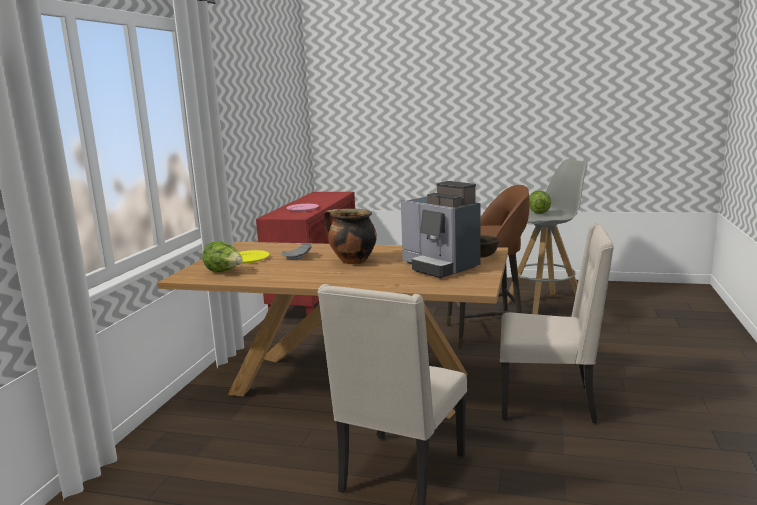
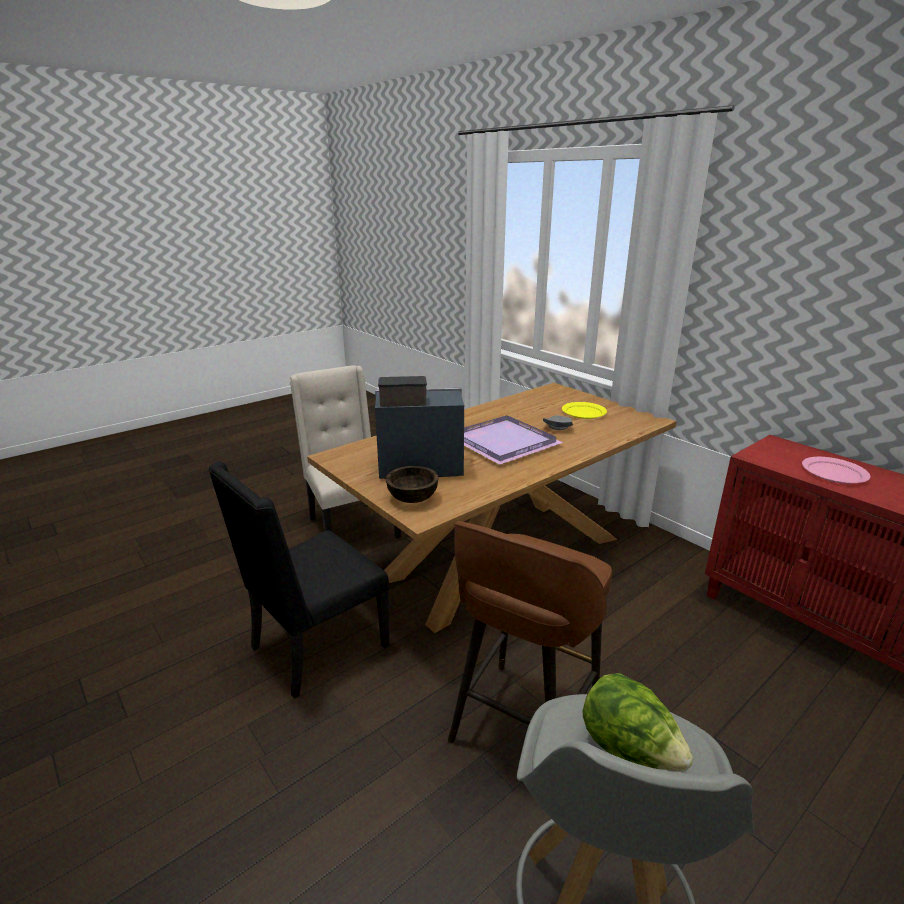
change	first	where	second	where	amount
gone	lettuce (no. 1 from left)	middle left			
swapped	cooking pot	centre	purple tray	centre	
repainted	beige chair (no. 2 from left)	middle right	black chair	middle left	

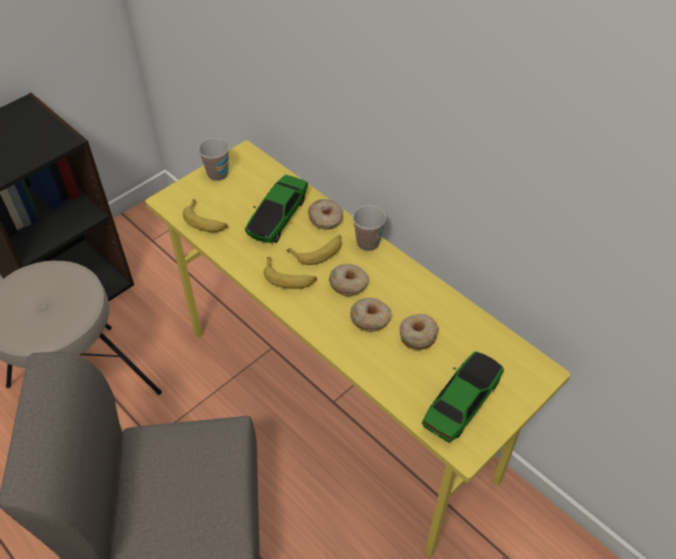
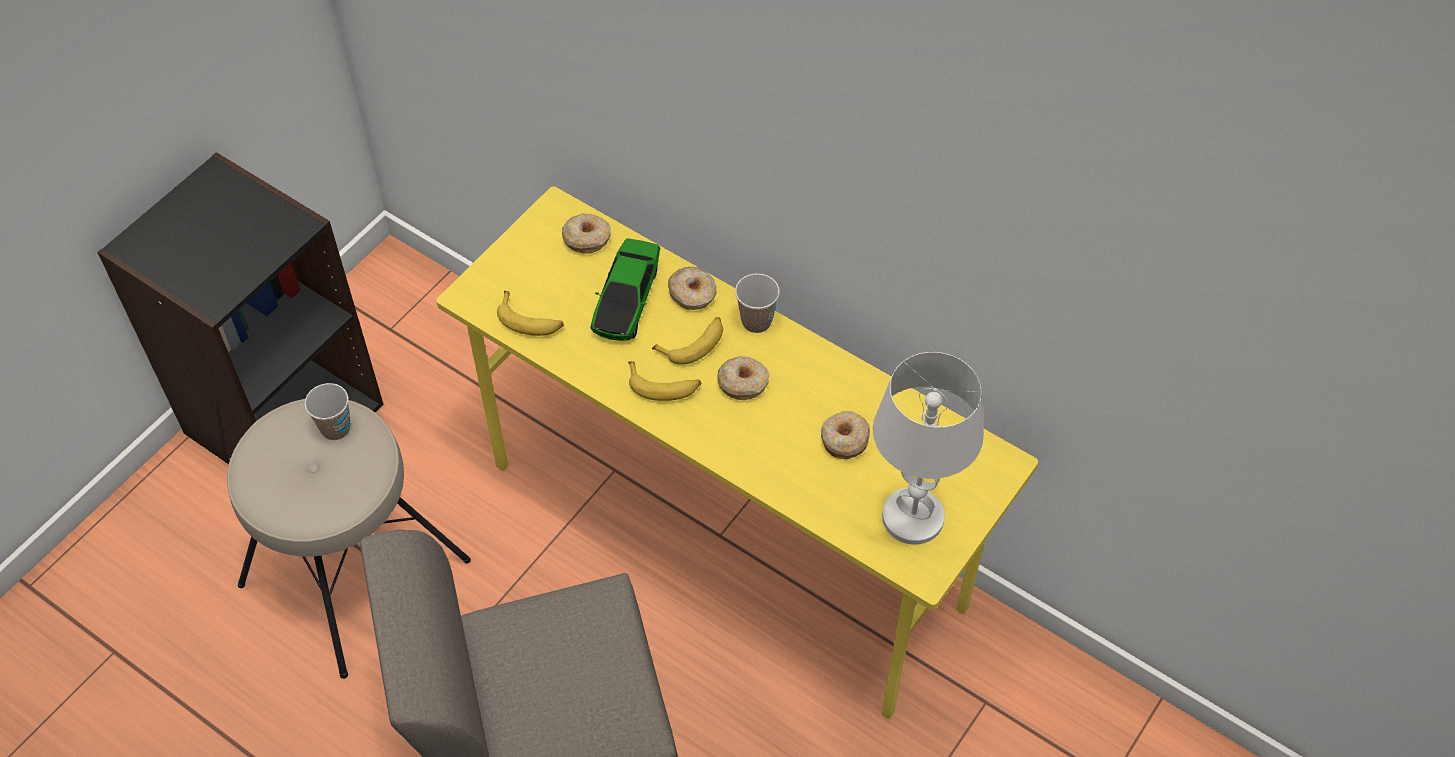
change	first	where	second	where	amount
shifted	cup (no. 1 from left)	top left		middle left	
shifted	donut (no. 3 from left in the first image)	centre	donut (no. 1 from left)	top centre	
swapped	toy car (no. 2 from left)	bottom right	white table lamp	centre	

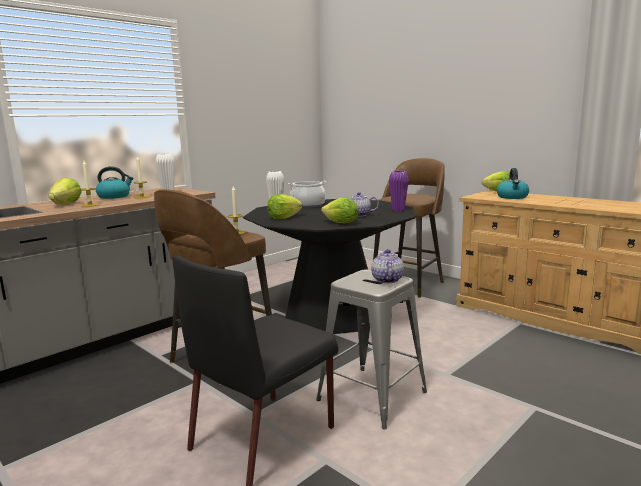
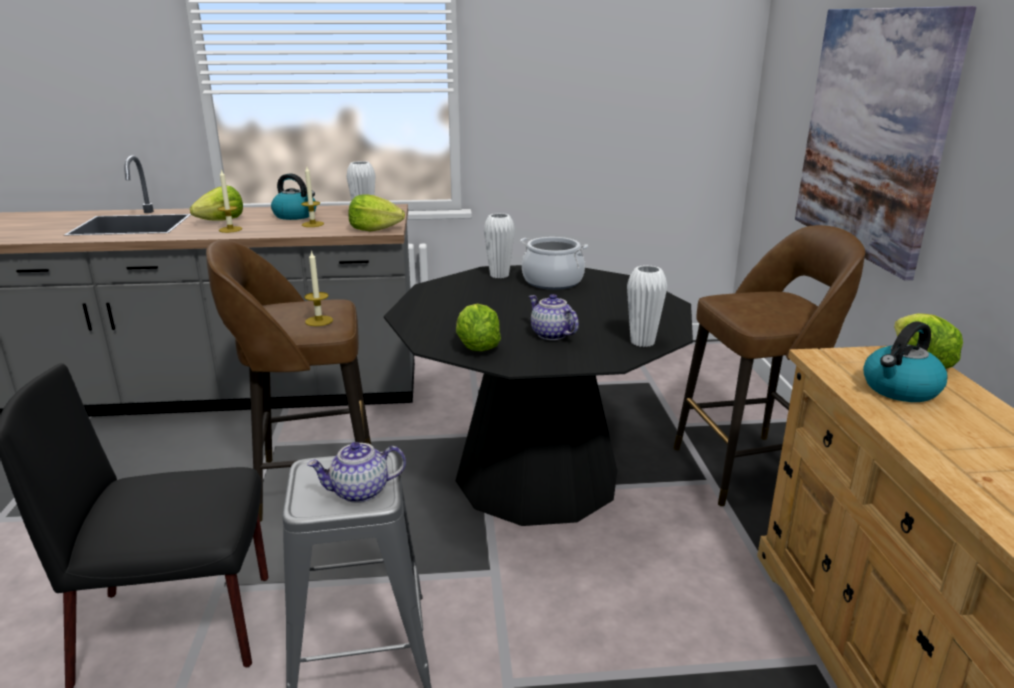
change	first	where	second	where	amount
new			picture	top right	
shifted	lettuce (no. 2 from left)	centre		top centre	
repainted	purple vase	centre	white vase (no. 3 from left)	centre	
rotated	teapot (no. 2 from left in the first image)	centre	teapot (no. 1 from left)	bottom centre	150 degrees counterclockwise

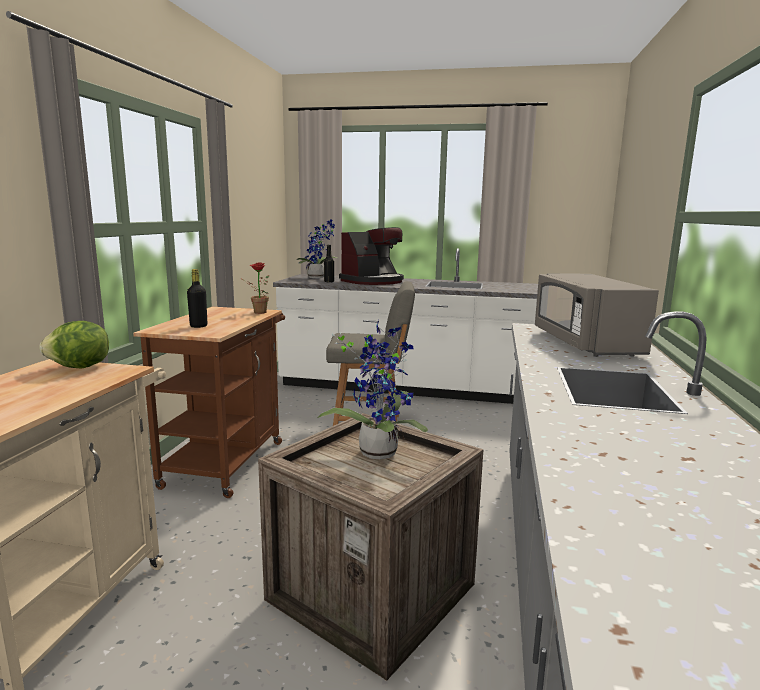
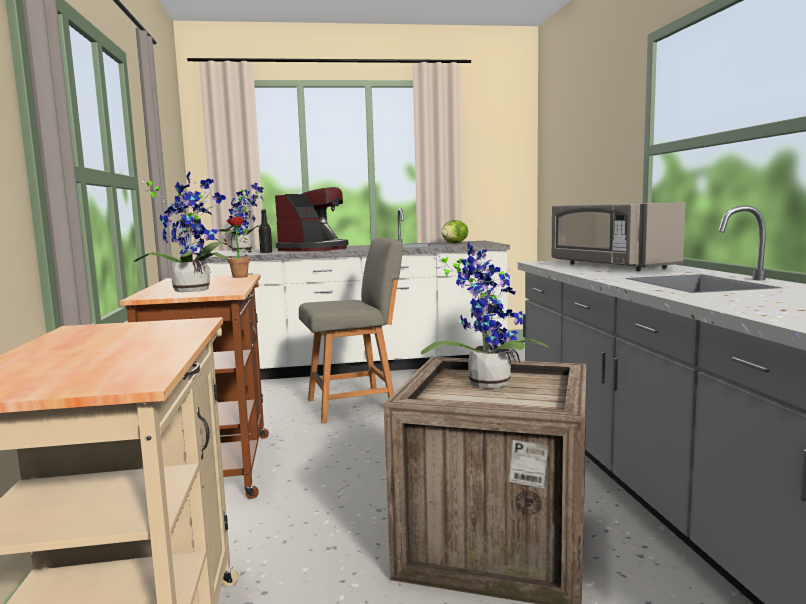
change	first	where	second	where	amount
shifted	lettuce	middle left		centre	
swapped	black bottle (no. 1 from left)	middle left	potted plant (no. 1 from left)	middle left	

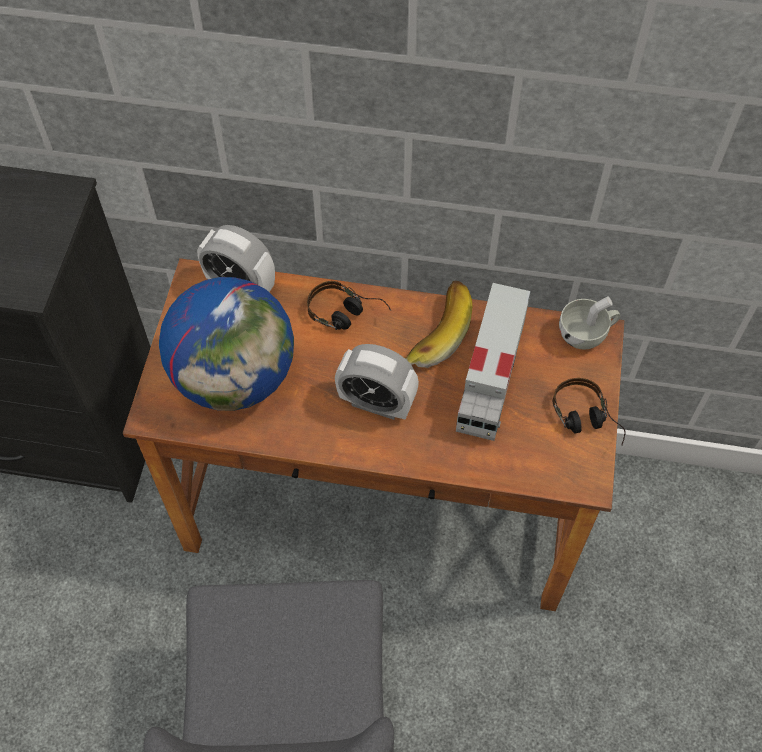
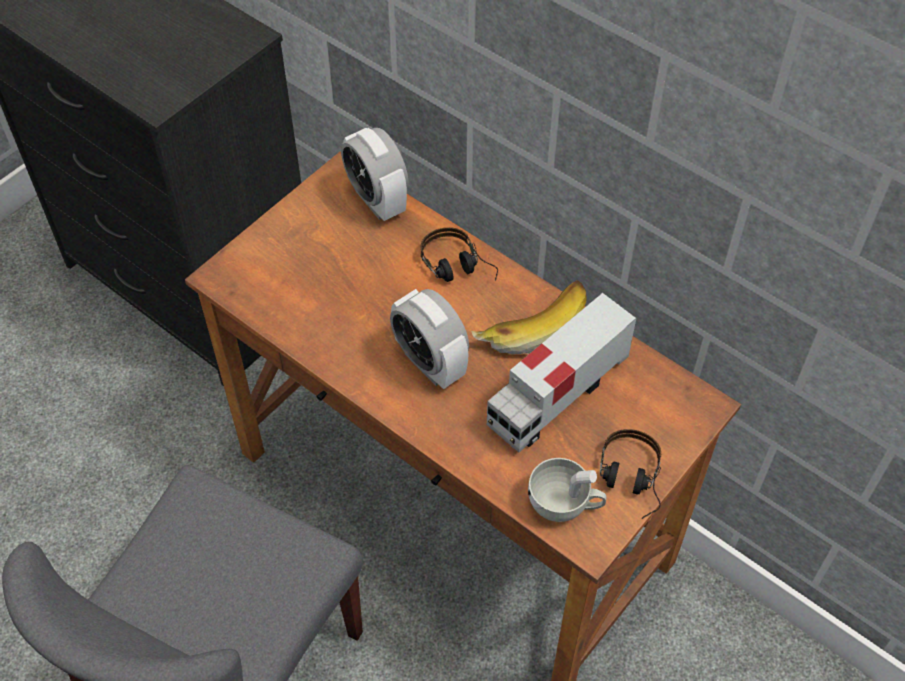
change	first	where	second	where	amount
gone	globe	middle left			
shifted	white cup	middle right		bottom centre	

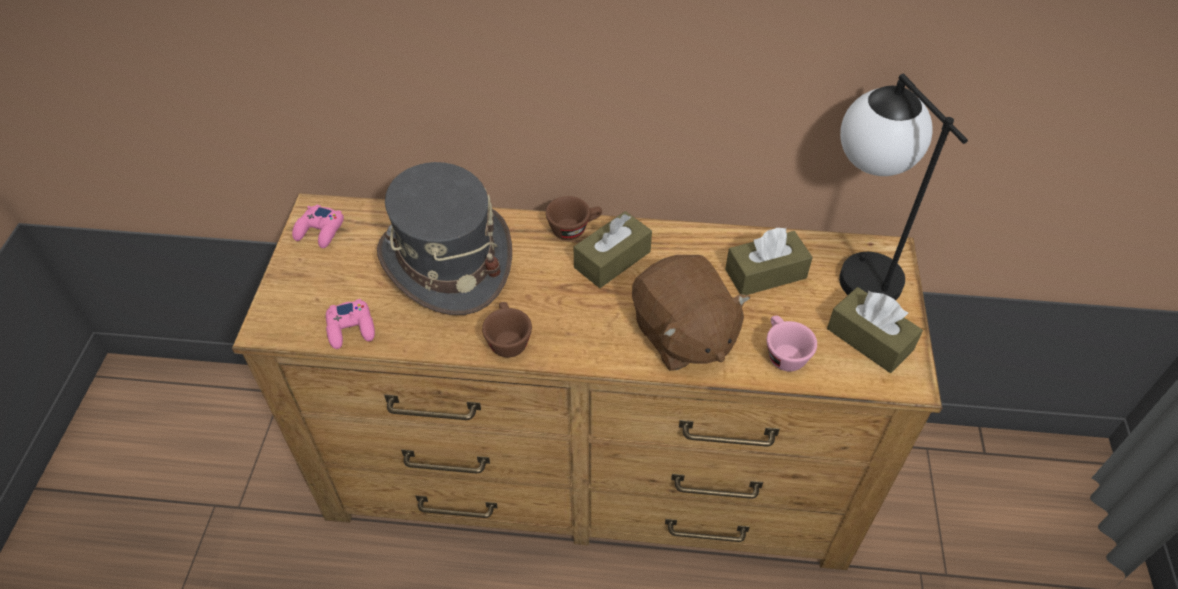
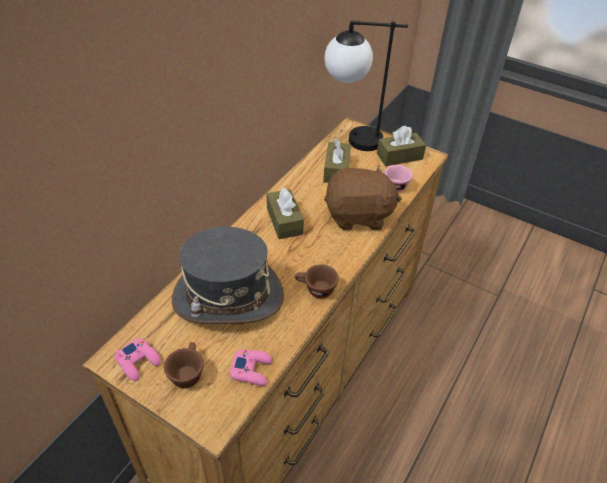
change	first	where	second	where	amount
shifted	brown cup (no. 2 from left in the first image)	centre	brown cup (no. 1 from left)	bottom left	

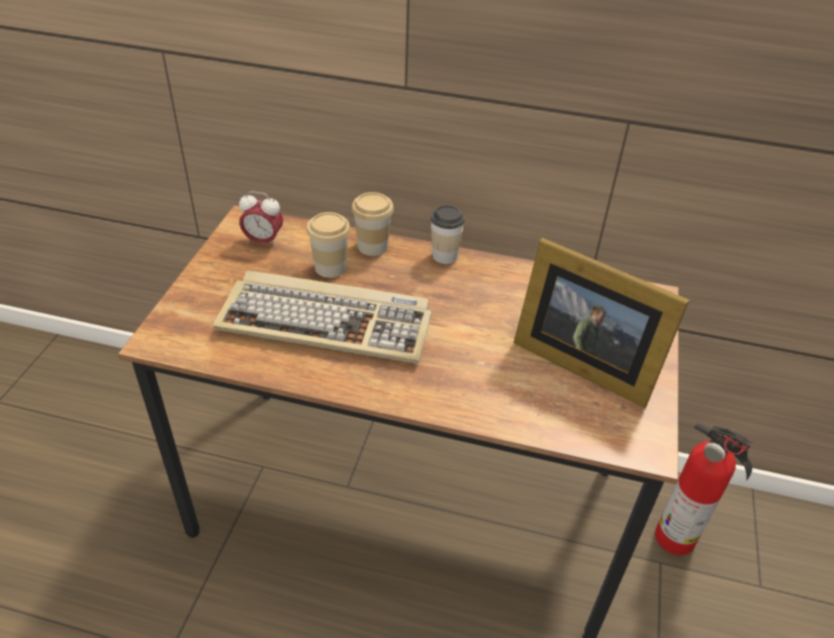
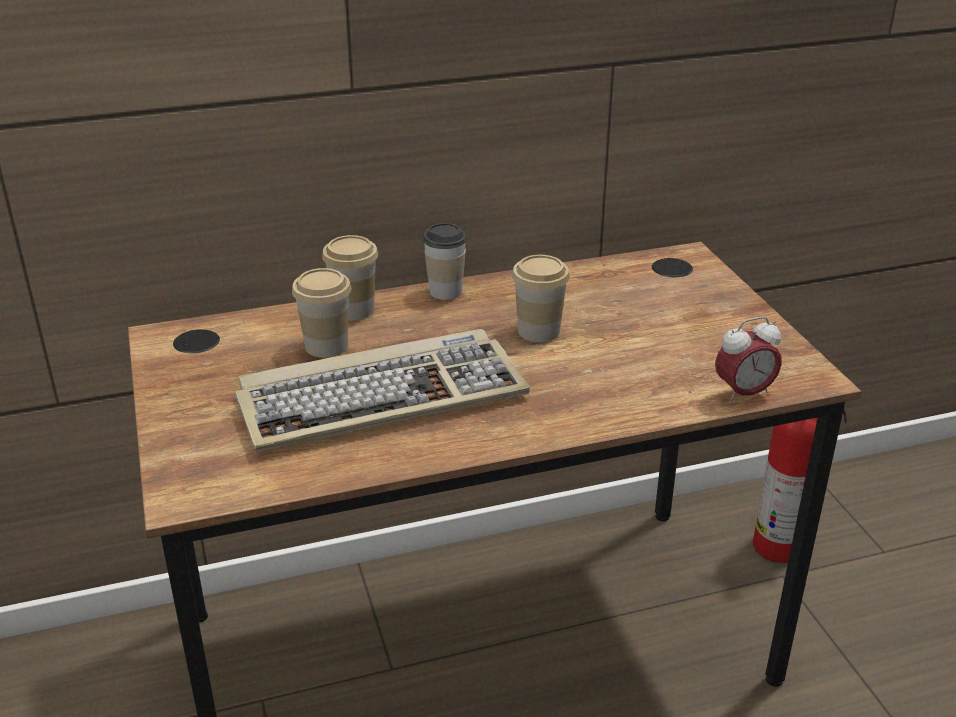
change	first	where	second	where	amount
gone	picture frame	middle right			
new			cup (no. 4 from left)	centre	
shifted	alarm clock	middle left		middle right	

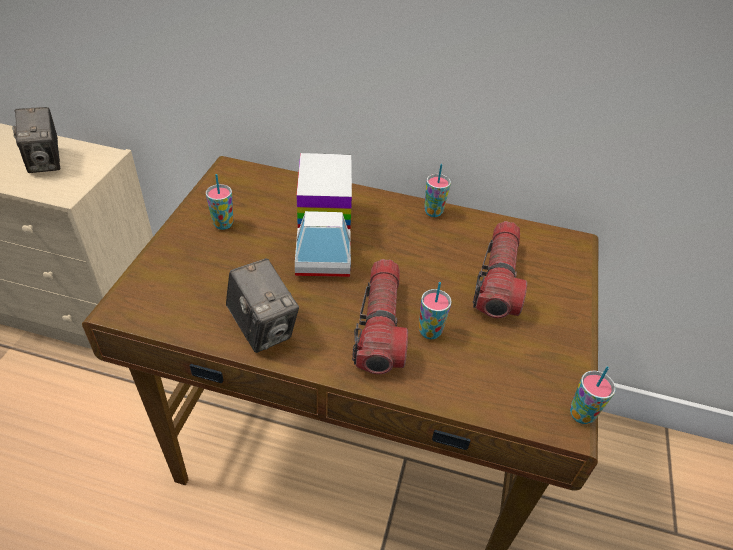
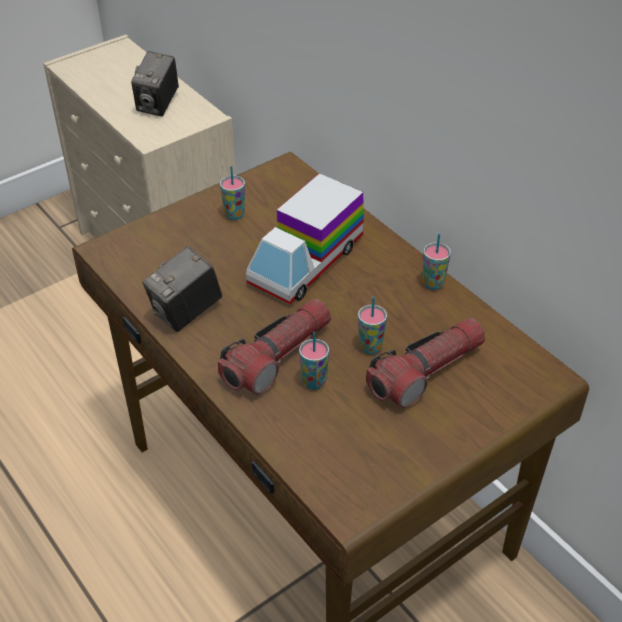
change	first	where	second	where	amount
shifted	cup (no. 4 from left in the first image)	bottom right	cup (no. 3 from left)	centre	
rotated	photo camera (no. 2 from left)	centre		middle left	45 degrees clockwise

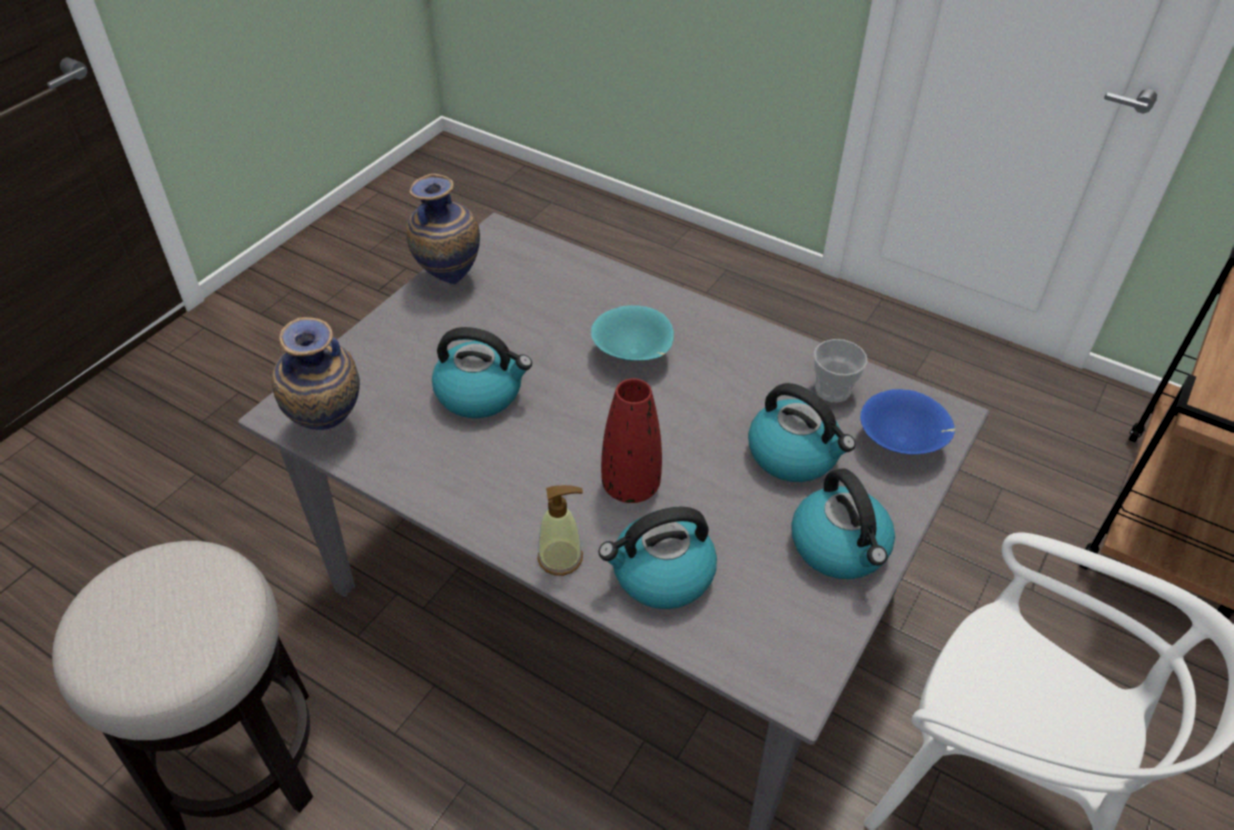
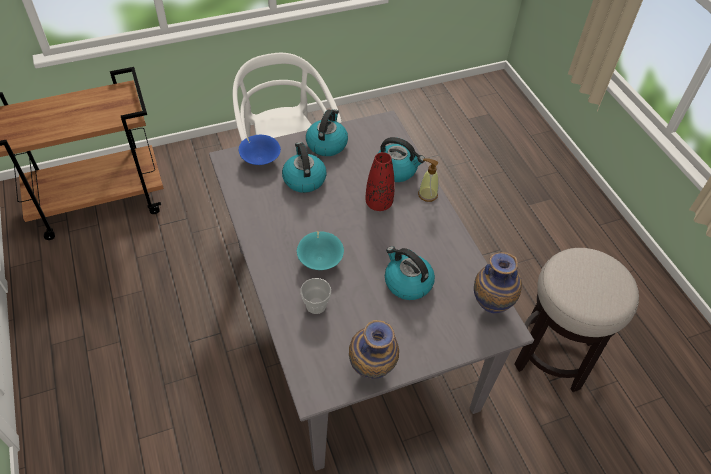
change	first	where	second	where	amount
shifted	cup	middle right		centre	

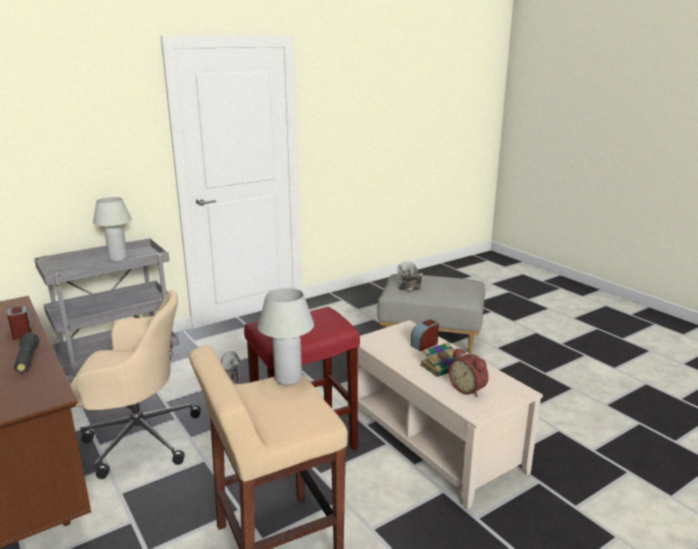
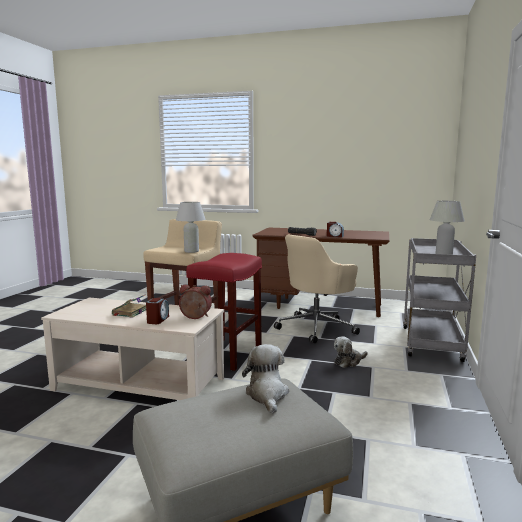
change	first	where	second	where	amount
shifted	alarm clock (no. 3 from left in the first image)	bottom right	alarm clock (no. 2 from left)	centre	

